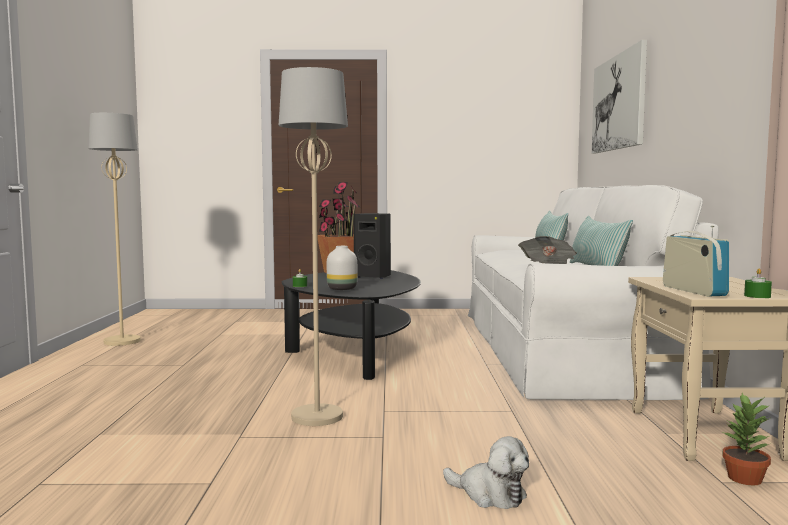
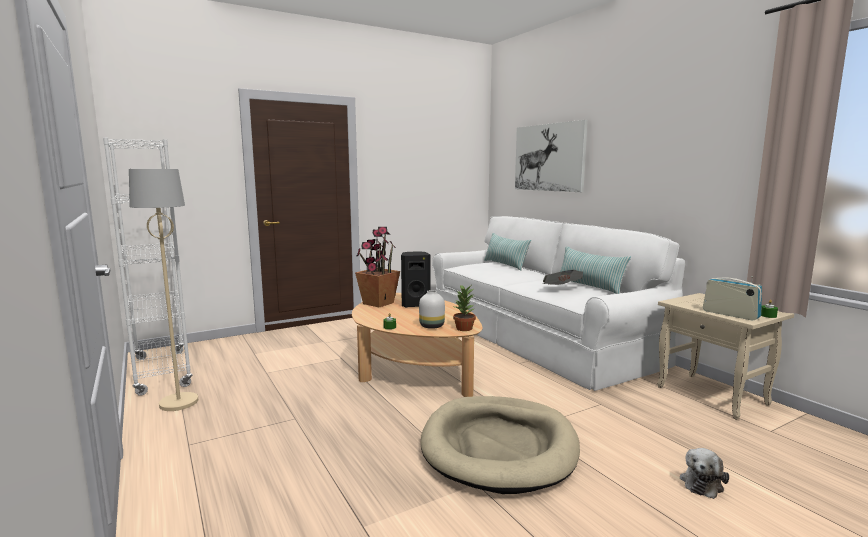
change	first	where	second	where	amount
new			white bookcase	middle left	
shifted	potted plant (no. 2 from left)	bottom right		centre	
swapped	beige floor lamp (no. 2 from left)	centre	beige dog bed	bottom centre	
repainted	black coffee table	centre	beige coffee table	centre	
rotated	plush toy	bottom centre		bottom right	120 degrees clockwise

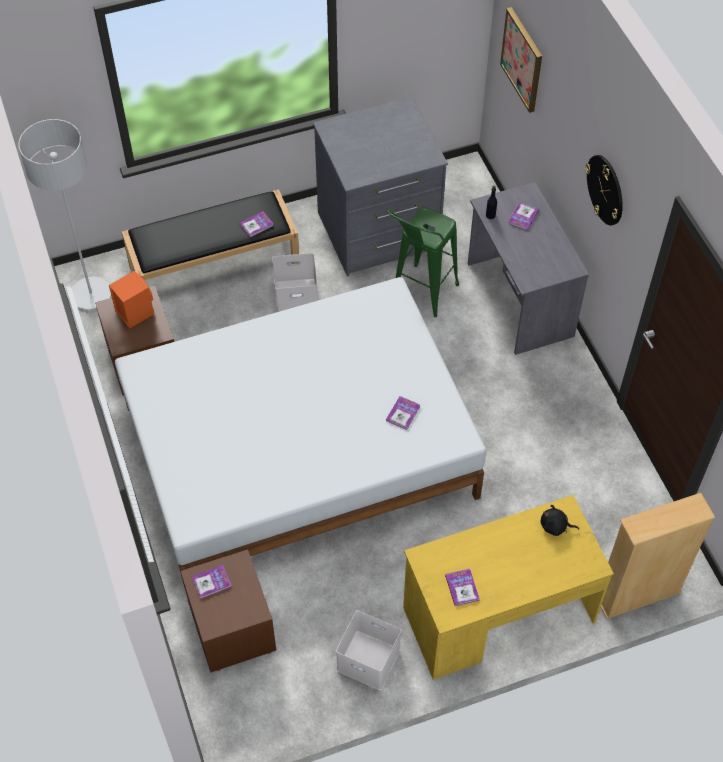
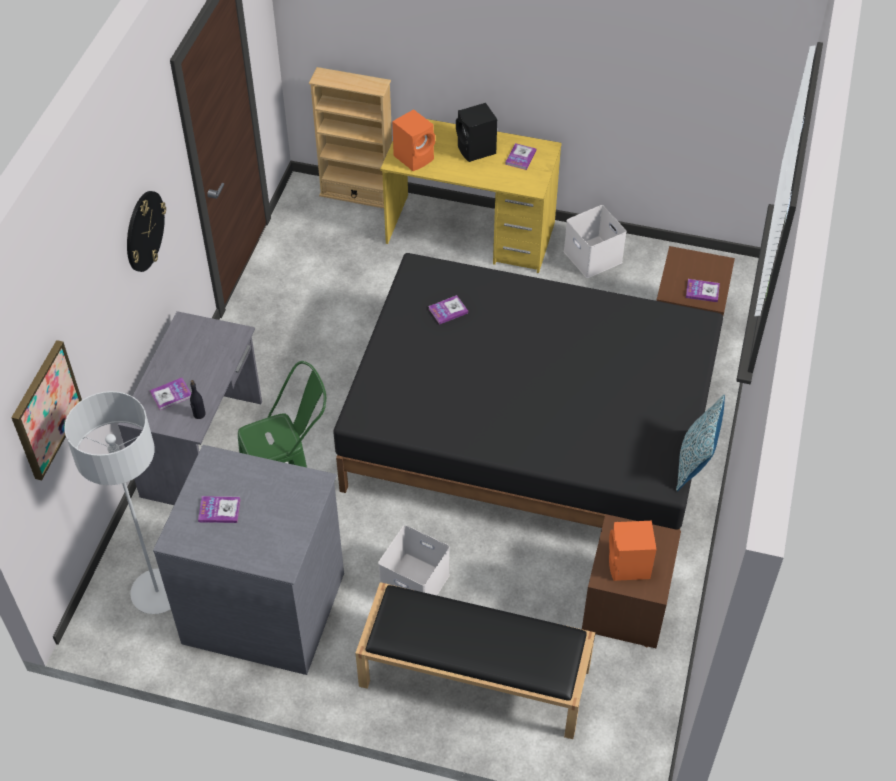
change	first	where	second	where	amount
new			black speaker	top centre	
new			pillow	middle right	
shifted	grey floor lamp	top left		middle left	
shifted	book (no. 2 from left)	top centre		middle left	
swapped	black plush toy	bottom right	orange speaker (no. 1 from left)	top centre	
repainted	white bed	centre	black bed	centre	

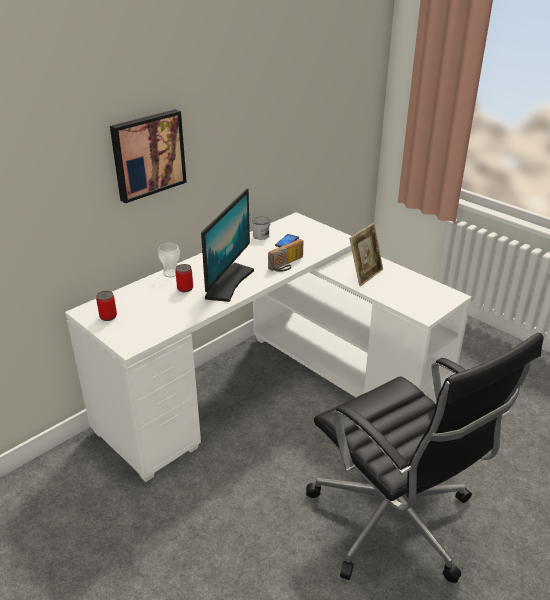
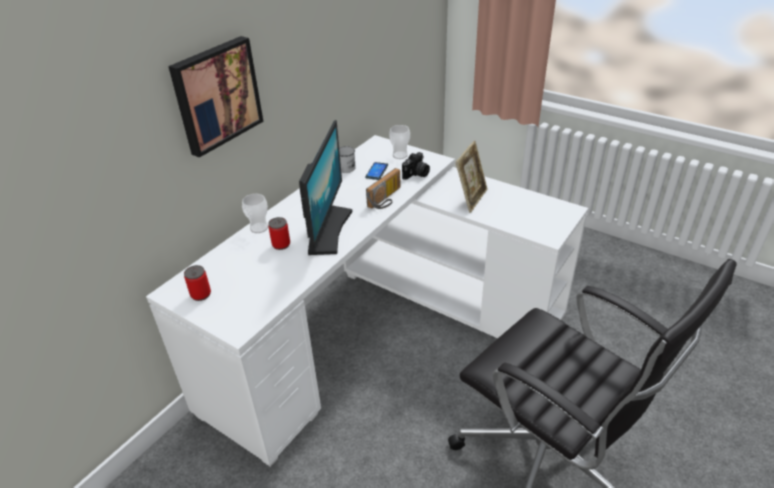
change	first	where	second	where	amount
new			cup (no. 2 from left)	top centre	
new			photo camera	centre	

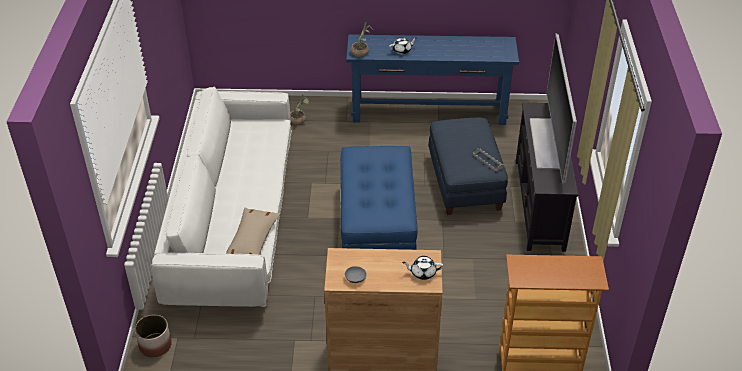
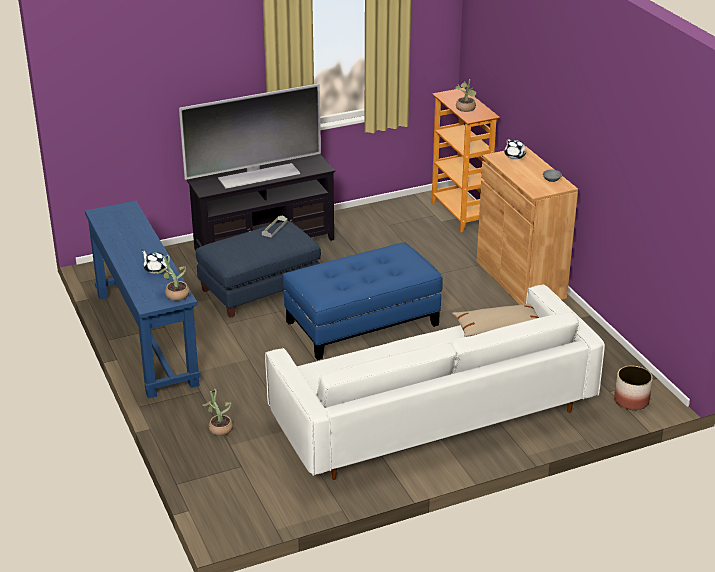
change	first	where	second	where	amount
new			potted plant (no. 3 from left)	top centre	

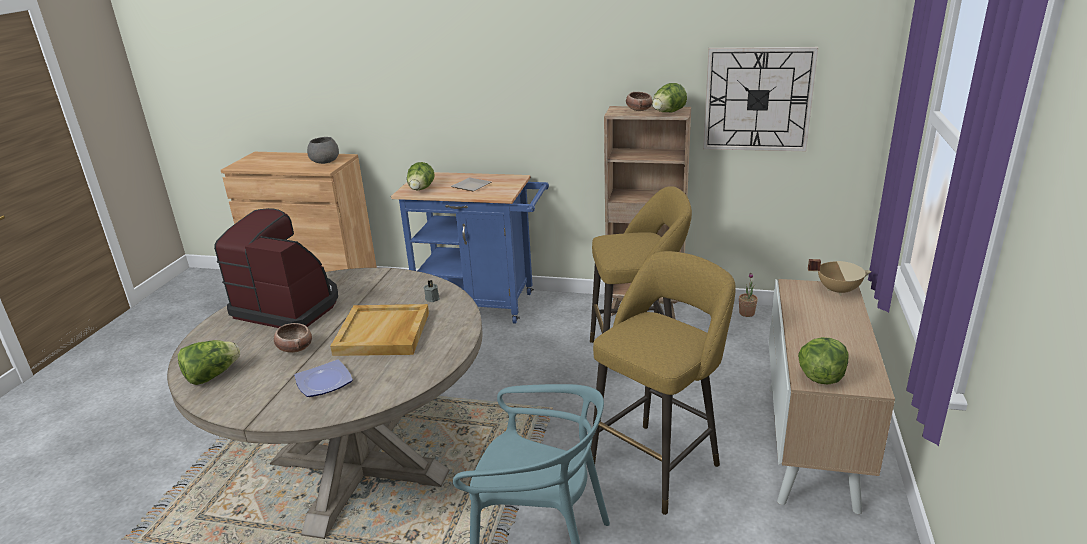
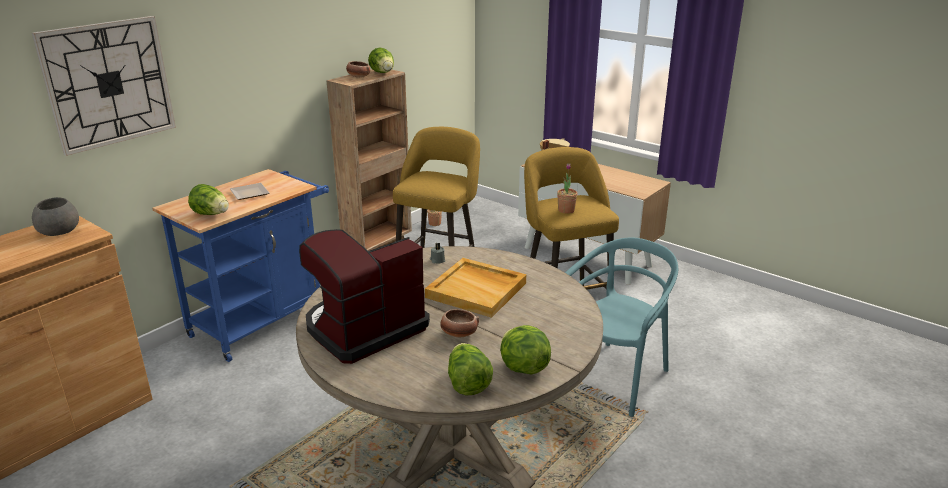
change	first	where	second	where	amount
gone	plate (no. 1 from left)	bottom left			
new			potted plant (no. 2 from left)	centre	
shifted	wall clock	top right		top left	
shifted	lettuce (no. 4 from left)	middle right		bottom centre	

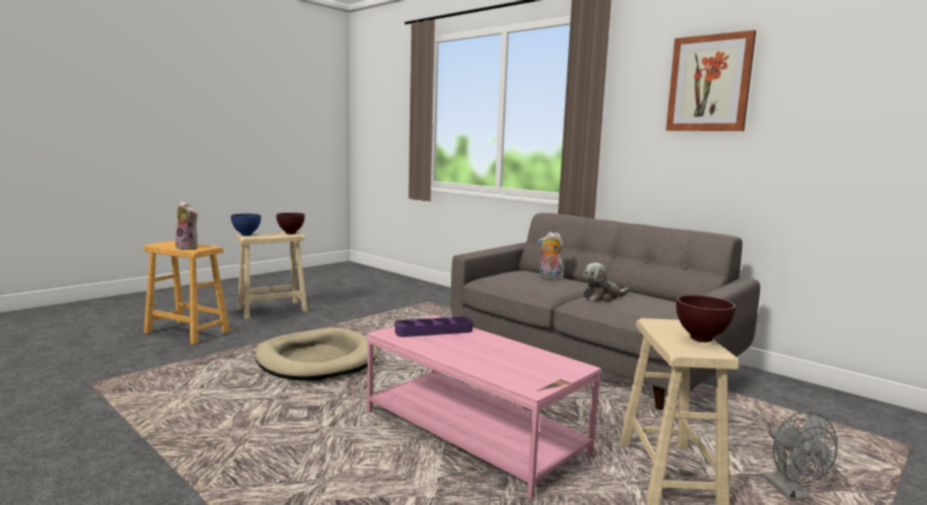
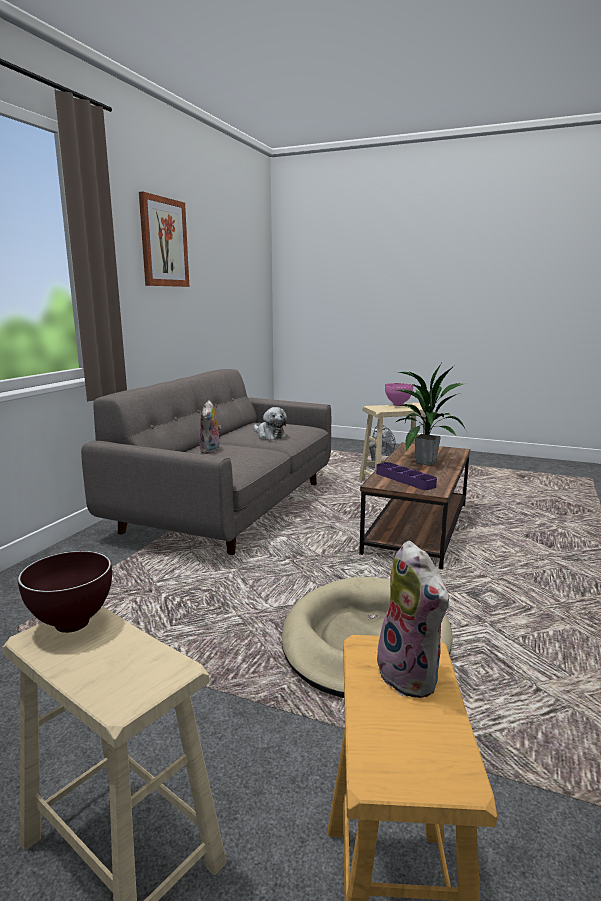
change	first	where	second	where	amount
gone	blue bowl	middle left			
new			potted plant	middle right	
repainted	pink coffee table	bottom centre	brown coffee table	middle right	
repainted	brown bowl (no. 2 from left)	middle right	pink bowl	centre	
rotated	plush toy (no. 1 from left in the first image)	middle left	plush toy (no. 3 from left)	bottom right	150 degrees clockwise

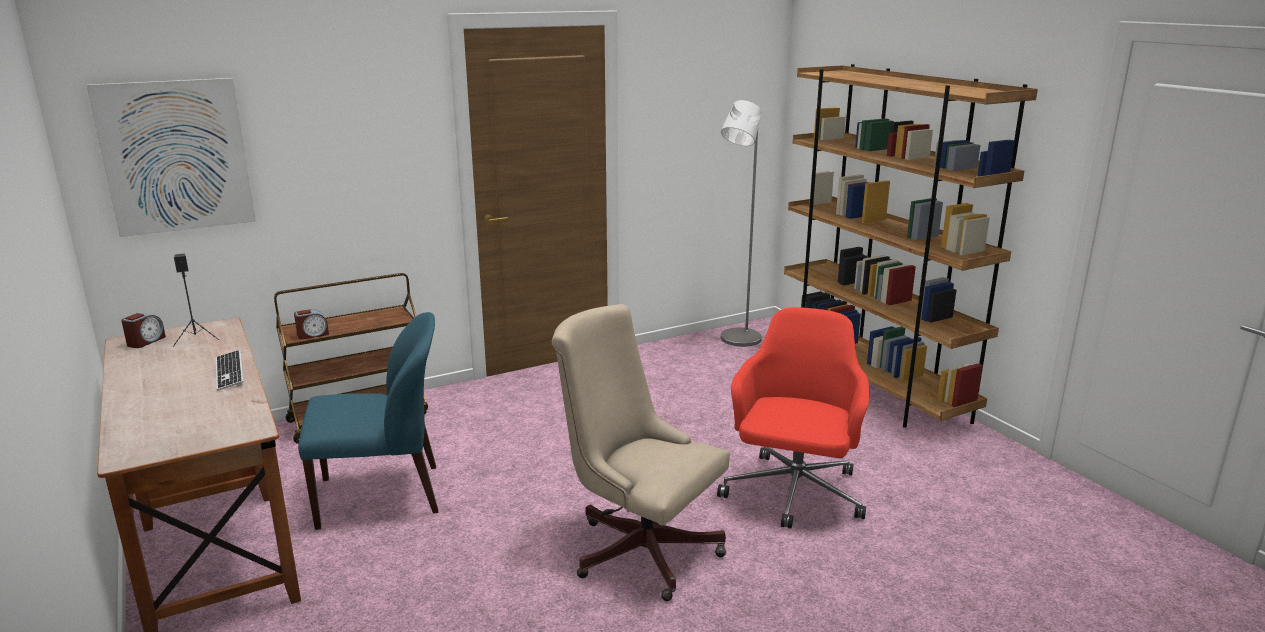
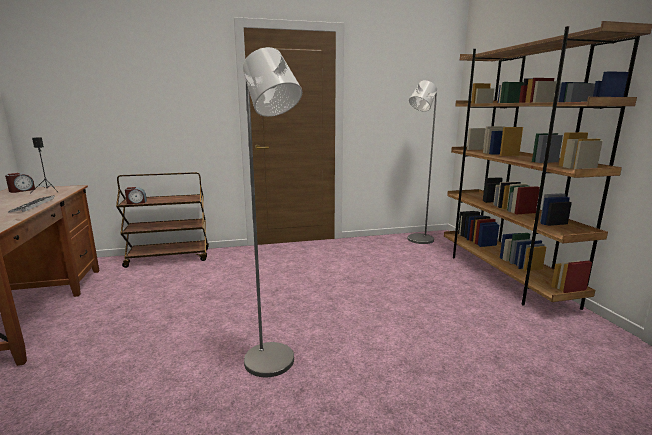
change	first	where	second	where	amount
gone	picture	top left			
gone	blue chair	middle left			
gone	red office chair	centre			
swapped	beige office chair	bottom centre	grey floor lamp (no. 1 from left)	centre	

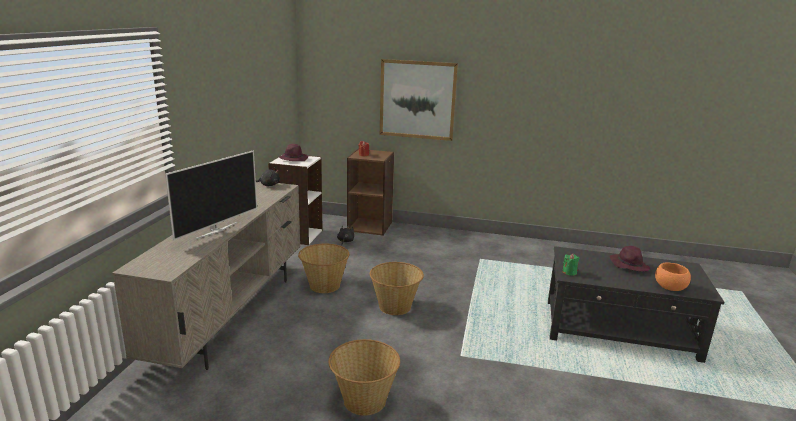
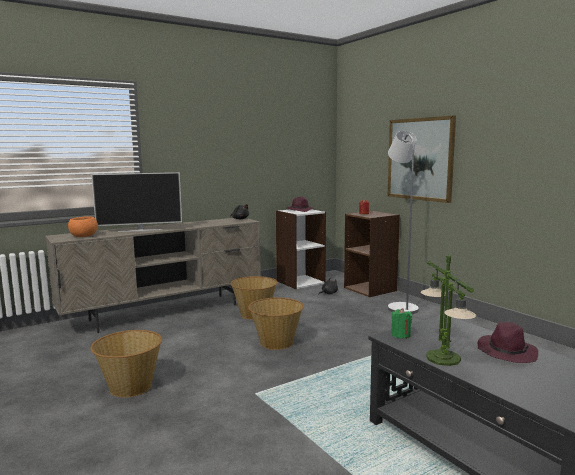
change	first	where	second	where	amount
new			grey floor lamp	middle right	
new			table lamp	middle right	
shifted	orange bowl	middle right		middle left	

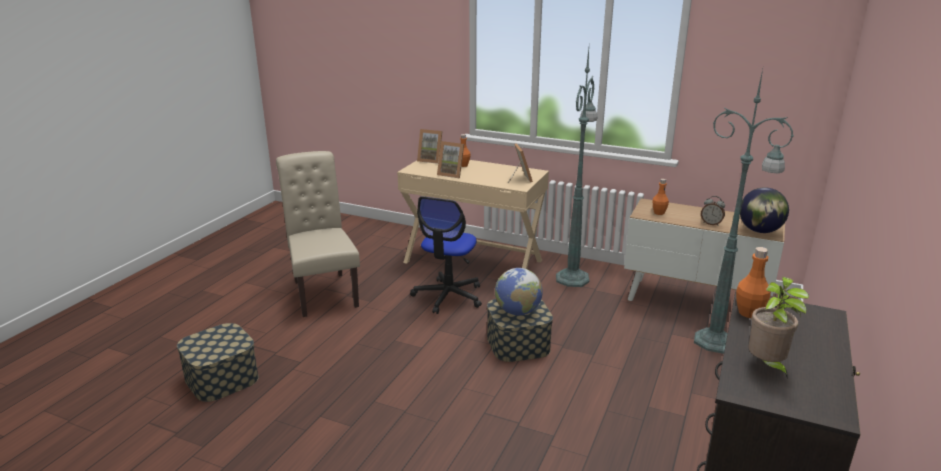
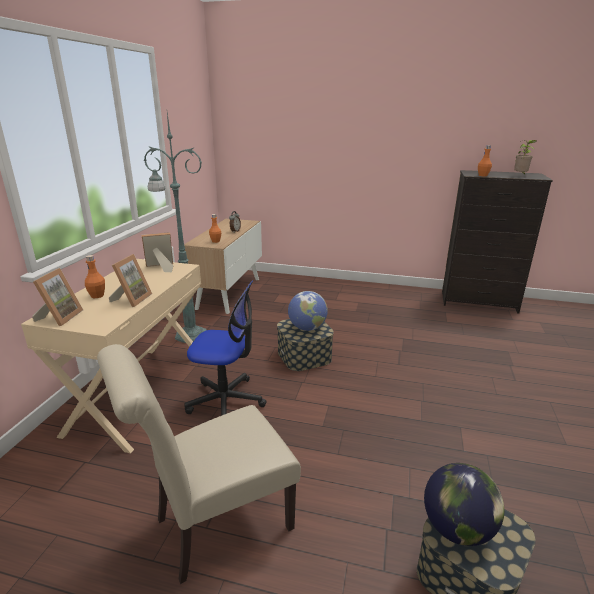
change	first	where	second	where	amount
gone	green floor lamp (no. 2 from left)	middle right			
shifted	globe (no. 2 from left)	middle right		bottom right	

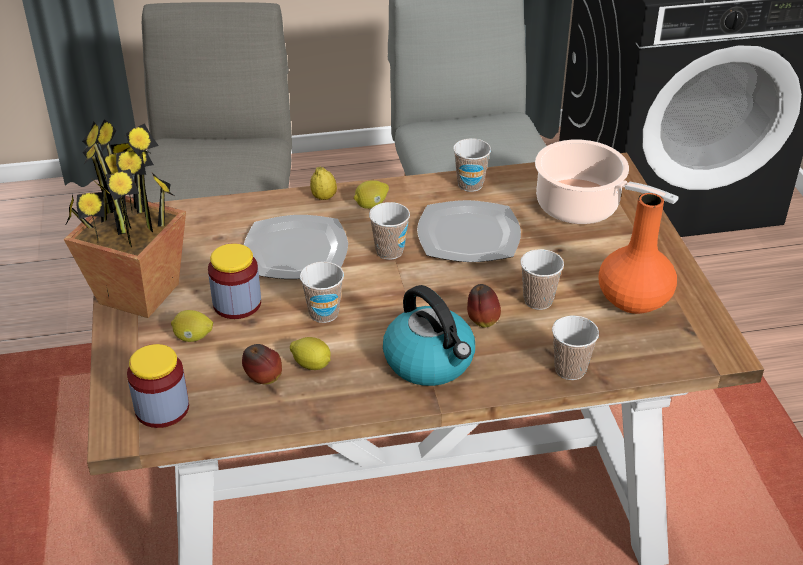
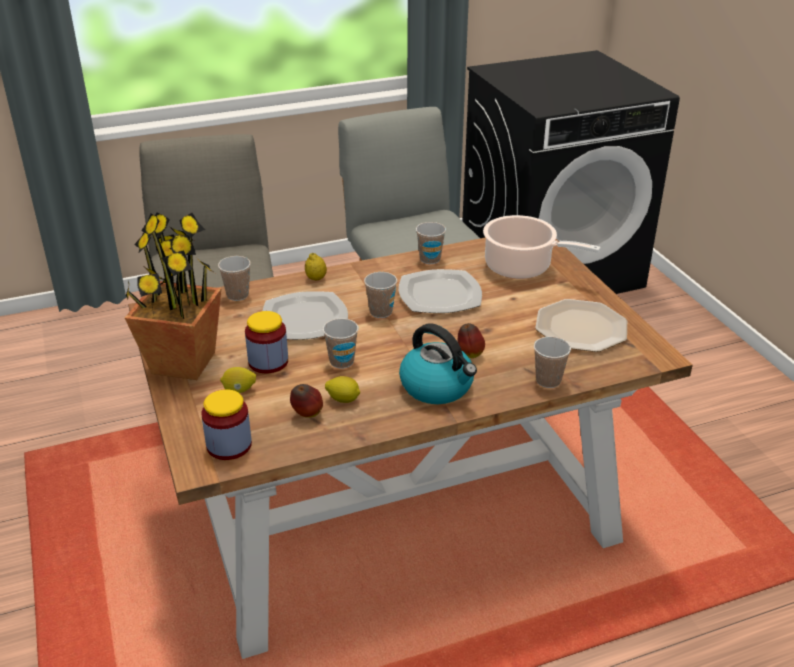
change	first	where	second	where	amount
gone	lemon (no. 4 from left)	centre			
shifted	cup (no. 4 from left in the first image)	middle right	cup (no. 1 from left)	middle left	
swapped	orange vase	middle right	plate (no. 3 from left)	middle right	

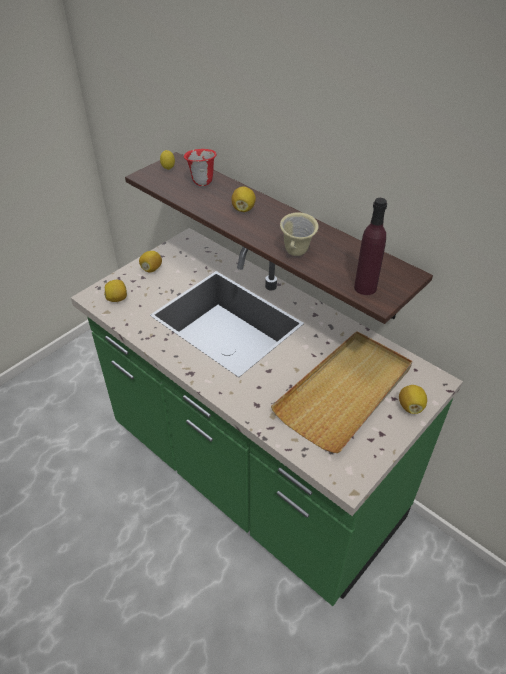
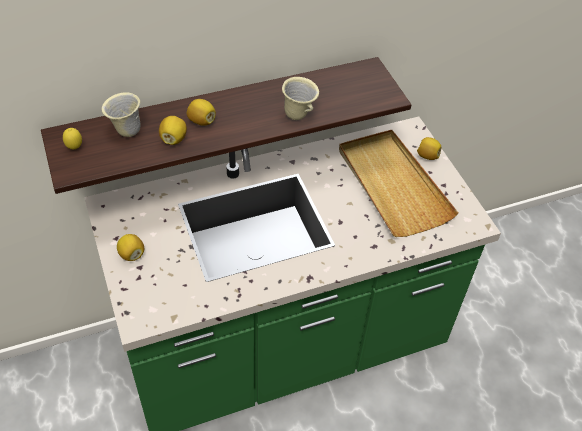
change	first	where	second	where	amount
gone	purple bottle	middle right			
shifted	lemon (no. 1 from left in the first image)	middle left	lemon (no. 3 from left)	top left	
repainted	red mug	top centre	beige mug (no. 1 from left)	top left	

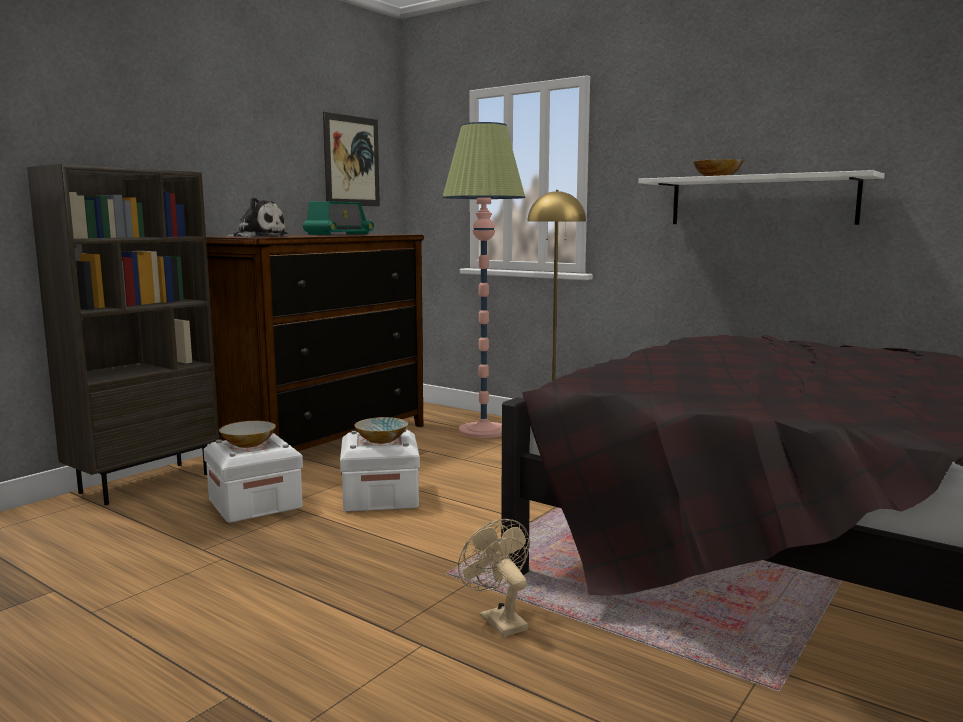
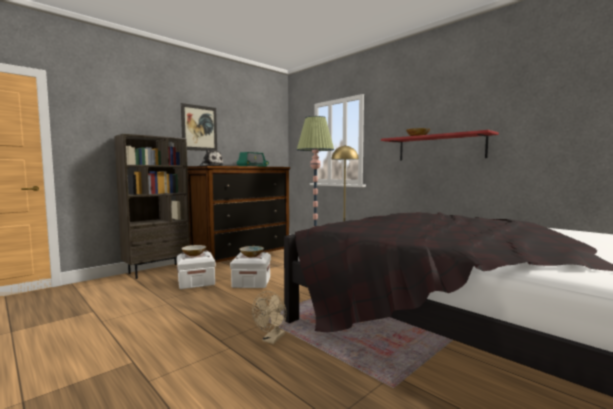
change	first	where	second	where	amount
shifted	picture	top centre		top left	
repainted	white shelf	top right	red shelf	middle right	
rotated	beige fan	bottom centre		bottom centre	135 degrees counterclockwise

